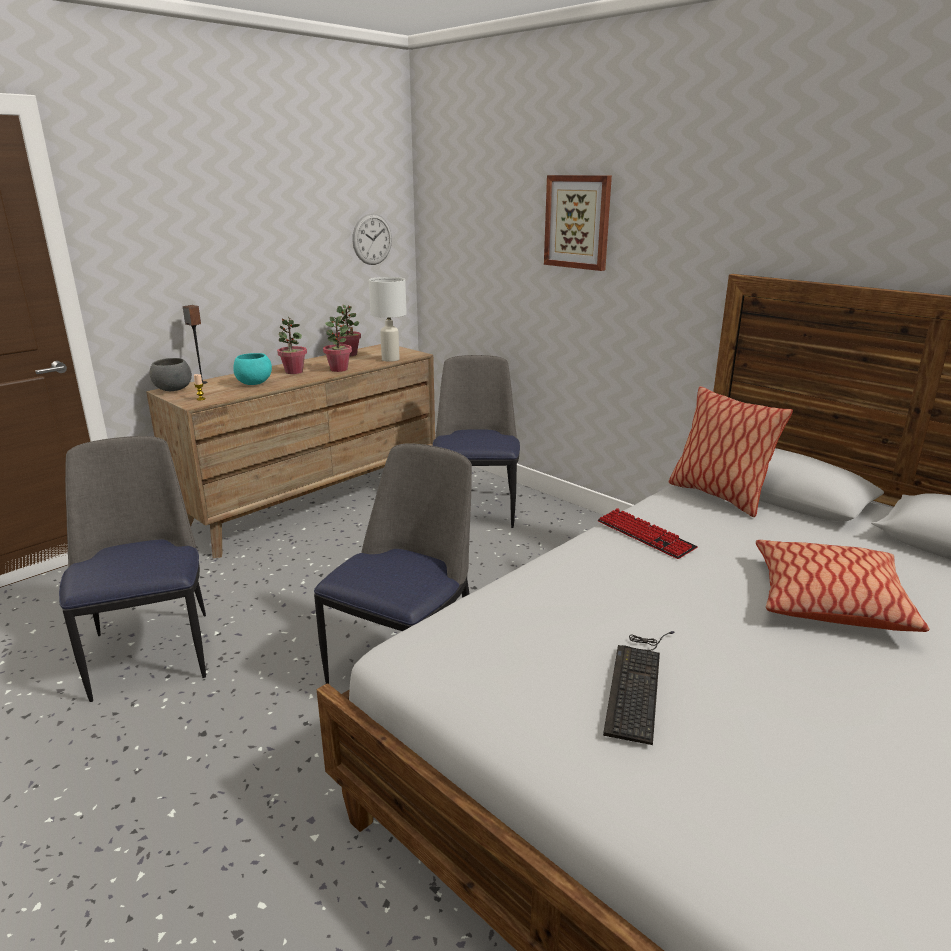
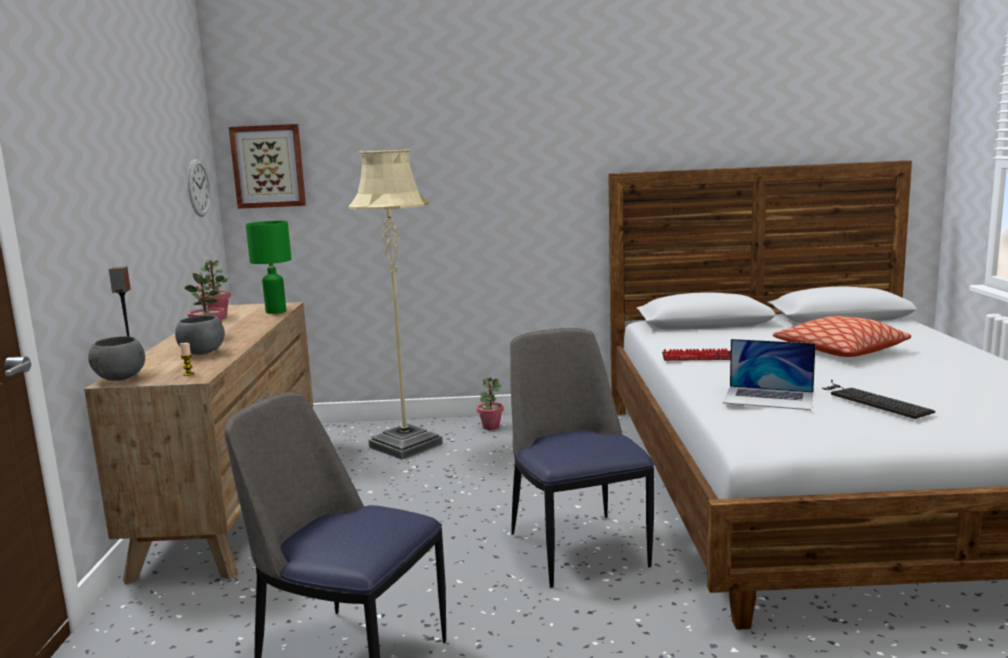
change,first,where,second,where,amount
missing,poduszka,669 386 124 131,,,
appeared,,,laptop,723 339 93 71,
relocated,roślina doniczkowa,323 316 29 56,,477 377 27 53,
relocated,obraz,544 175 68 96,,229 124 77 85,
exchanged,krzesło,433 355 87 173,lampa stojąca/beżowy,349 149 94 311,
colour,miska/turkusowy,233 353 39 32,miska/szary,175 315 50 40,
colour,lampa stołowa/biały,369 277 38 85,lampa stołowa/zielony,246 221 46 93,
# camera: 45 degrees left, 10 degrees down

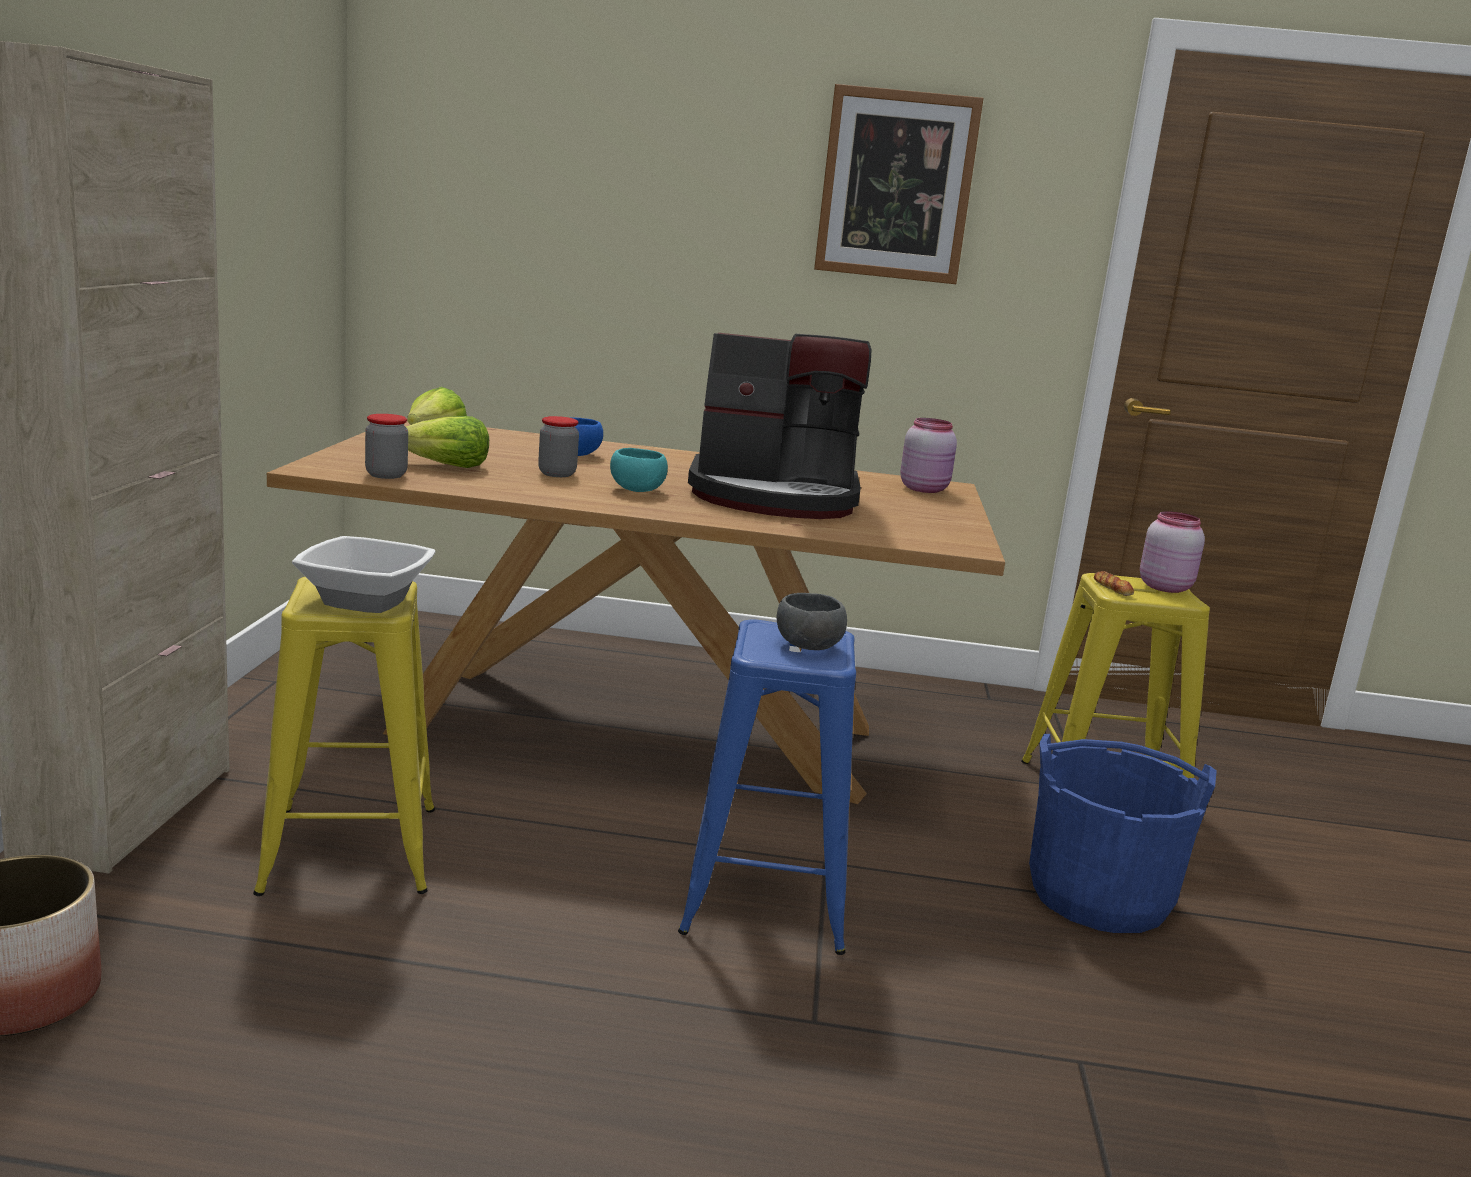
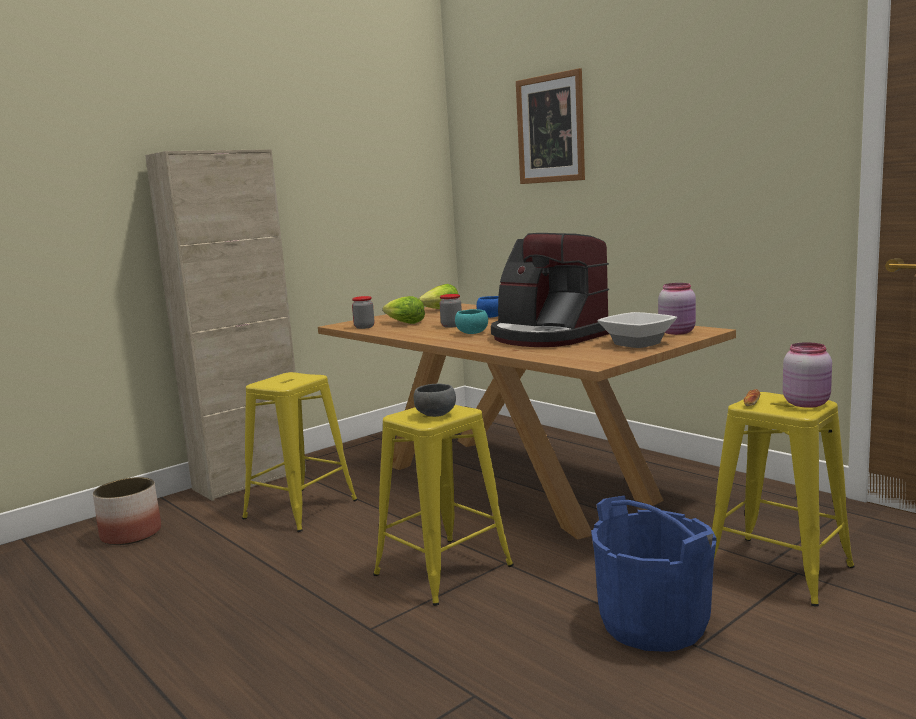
change,first,where,second,where,amount
relocated,miska,292 536 144 77,,597 312 80 36,
relocated,obraz,814 84 169 200,,516 68 69 116,
colour,stołek/niebieski,678 619 178 336,stołek/żółty,373 405 141 201,
# camera: 45 degrees right, 5 degrees down

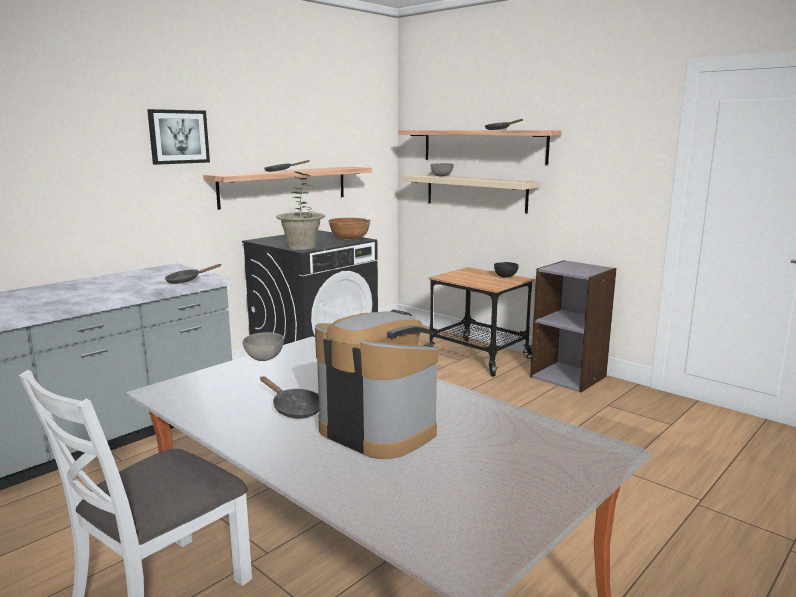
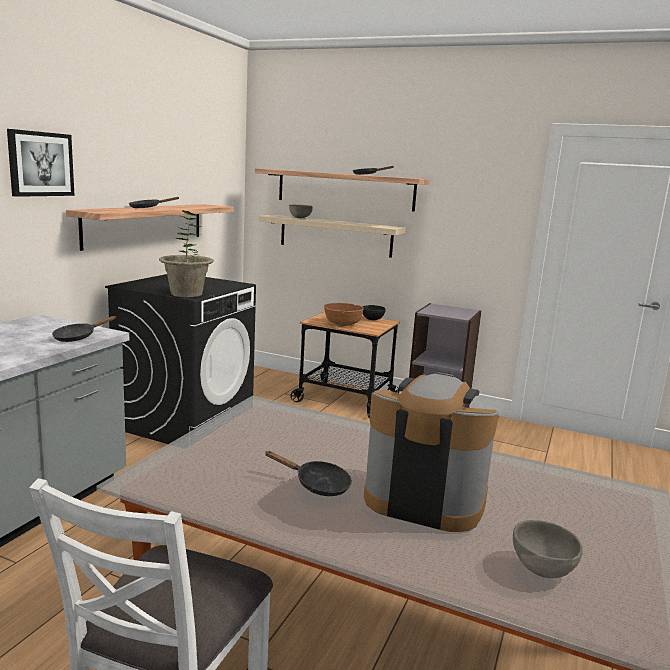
change,first,where,second,where,amount
relocated,miska/szary,243 332 41 29,,513 520 70 58,
relocated,miska/brązowy,328 218 42 22,,324 303 40 24,
# camera: 20 degrees left, 0 degrees up

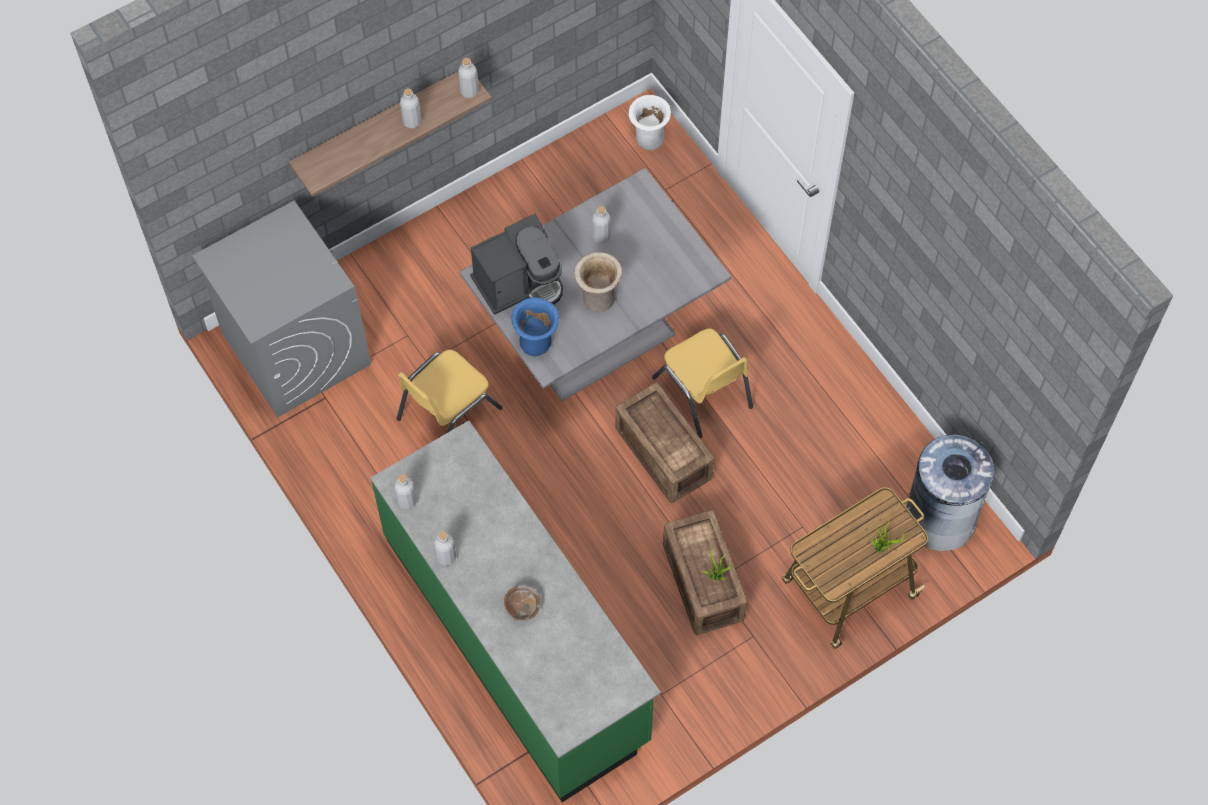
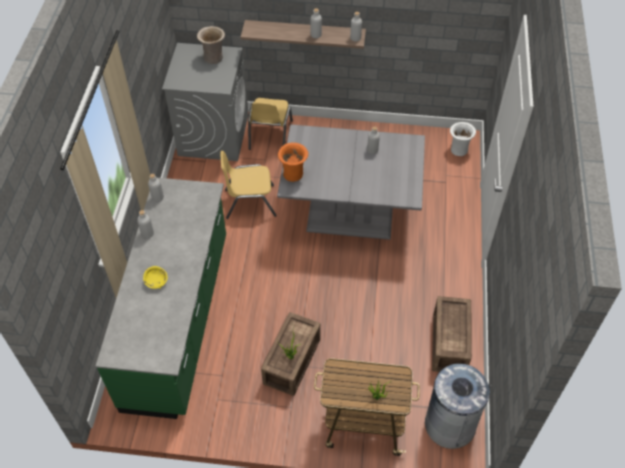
change,first,where,second,where,amount
missing,ekspres do kawy,470 214 93 101,,,
relocated,wazon/beżowy,574 252 48 60,,197 26 28 38,
relocated,skrzynka,616 382 98 122,,432 296 40 76,
relocated,krzesło/żółty,652 329 101 109,,248 98 45 52,
colour,miska/brązowy,504 585 37 36,miska/żółty,143 266 25 23,
colour,wazon/niebieski,512 297 47 60,wazon/pomarańczowy,278 143 30 39,
# camera: 40 degrees right, 10 degrees down

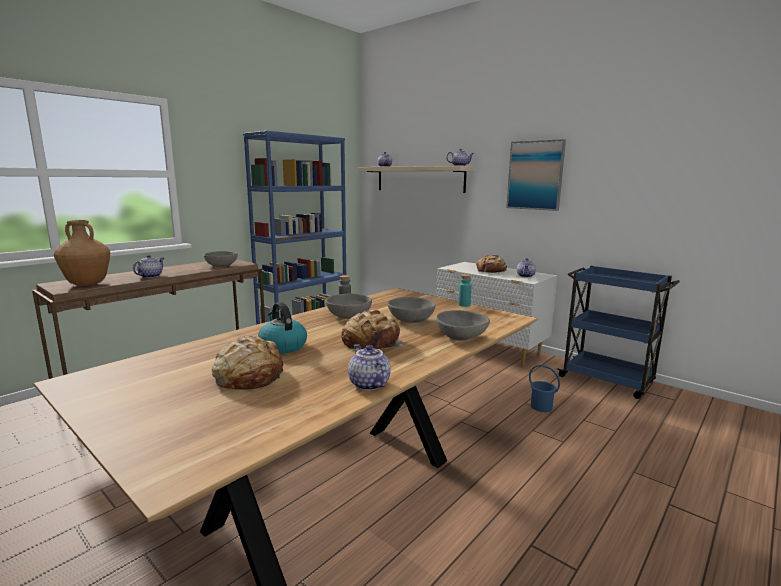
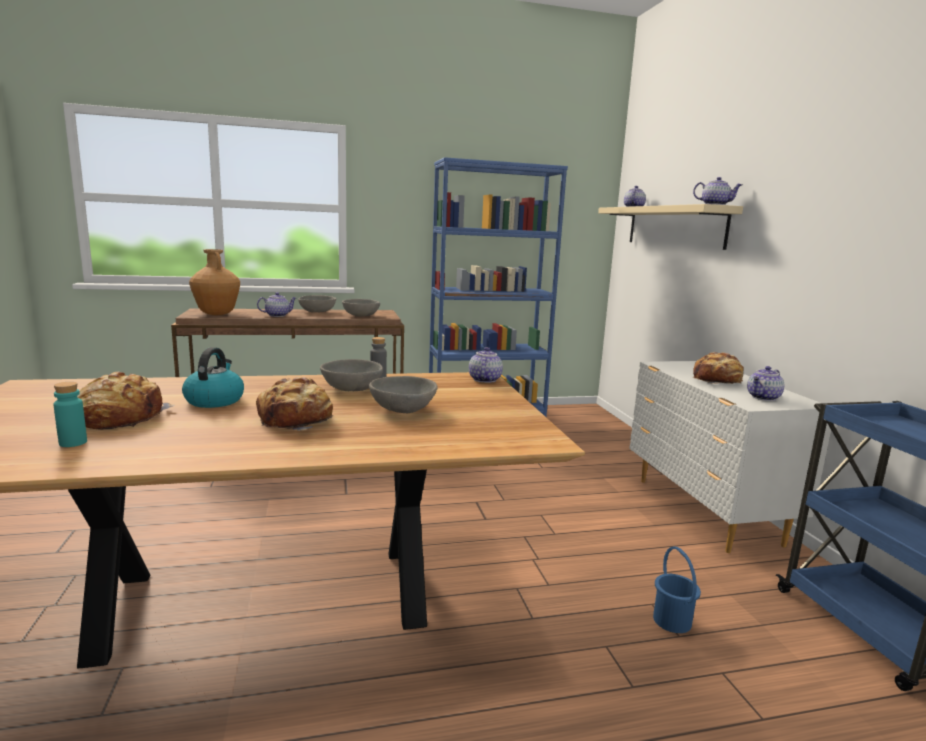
change,first,where,second,where,amount
missing,obraz,506 139 60 72,,,
relocated,imbryk,348 344 43 47,,469 347 34 36,
relocated,miska/szary,436 310 54 30,,298 295 38 18,
relocated,butelka/turkusowy,459 274 12 33,,53 382 34 65,
# camera: 35 degrees right, 0 degrees up

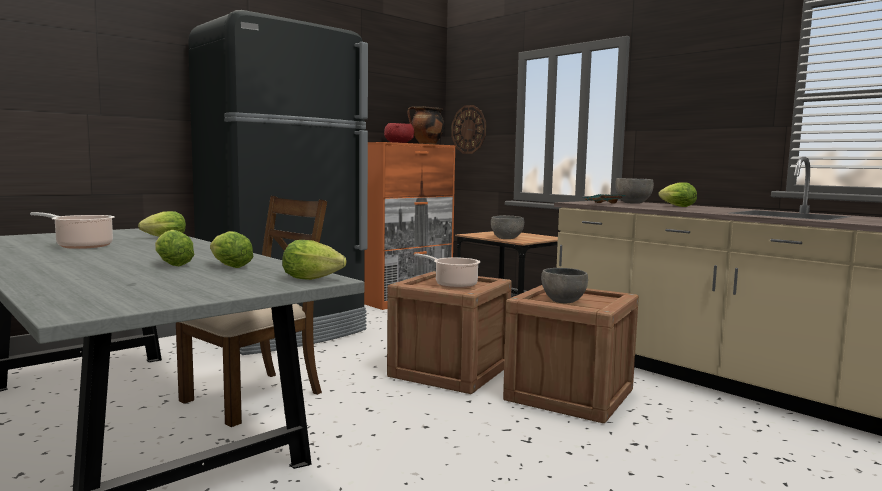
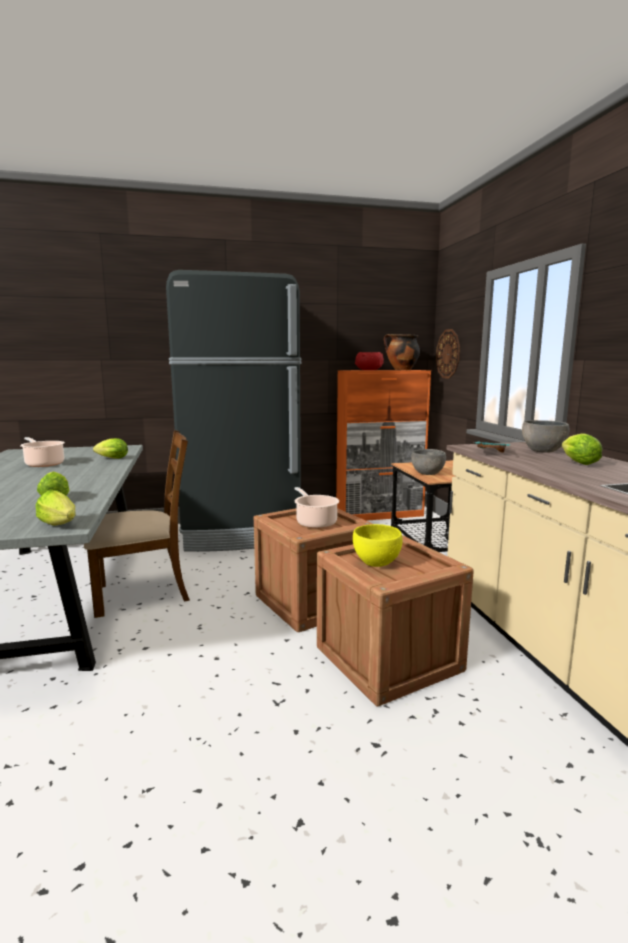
change,first,where,second,where,amount
missing,sałata,155 230 39 36,,,
colour,miska/szary,541 268 47 35,miska/żółty,353 524 50 43,
# camera: 30 degrees right, 5 degrees up

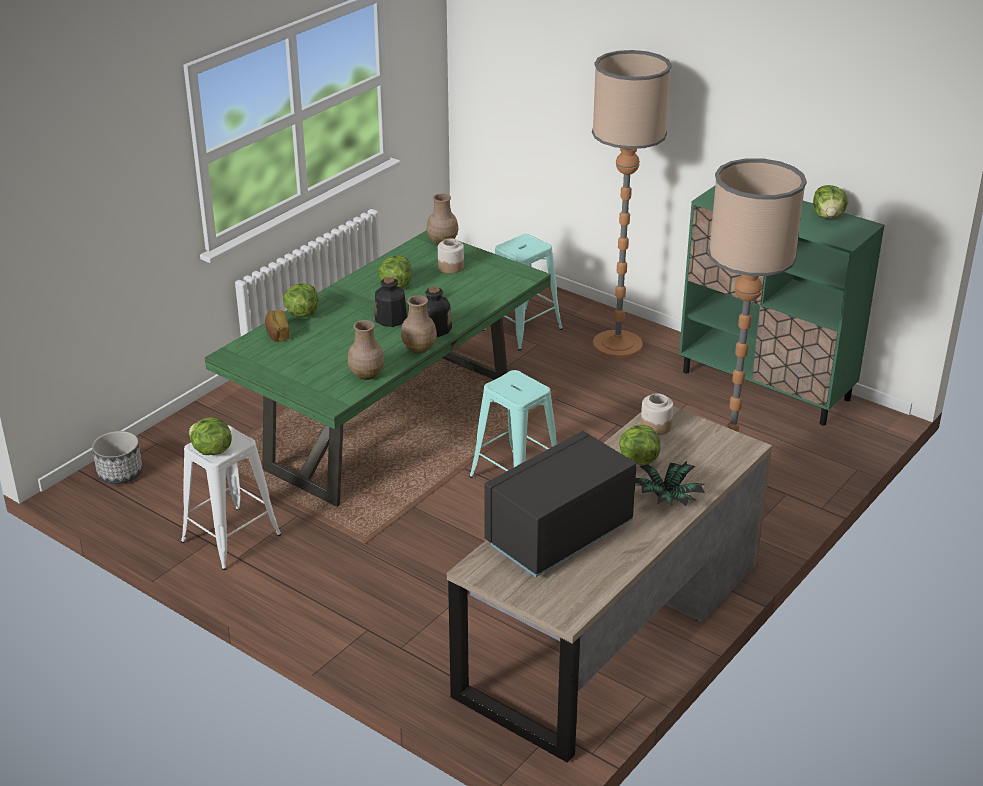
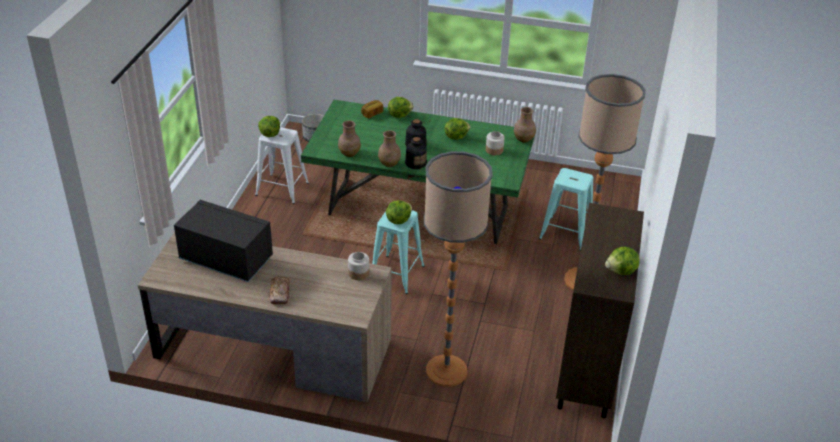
change,first,where,second,where,amount
relocated,sałata,619 425 42 40,,386 200 26 24,
exchanged,roślina doniczkowa,635 461 70 45,chleb,270 277 20 28,
colour,szafka/zielony,679 186 206 240,szafka/brązowy,556 203 88 215,
# camera: 65 degrees right, 5 degrees up

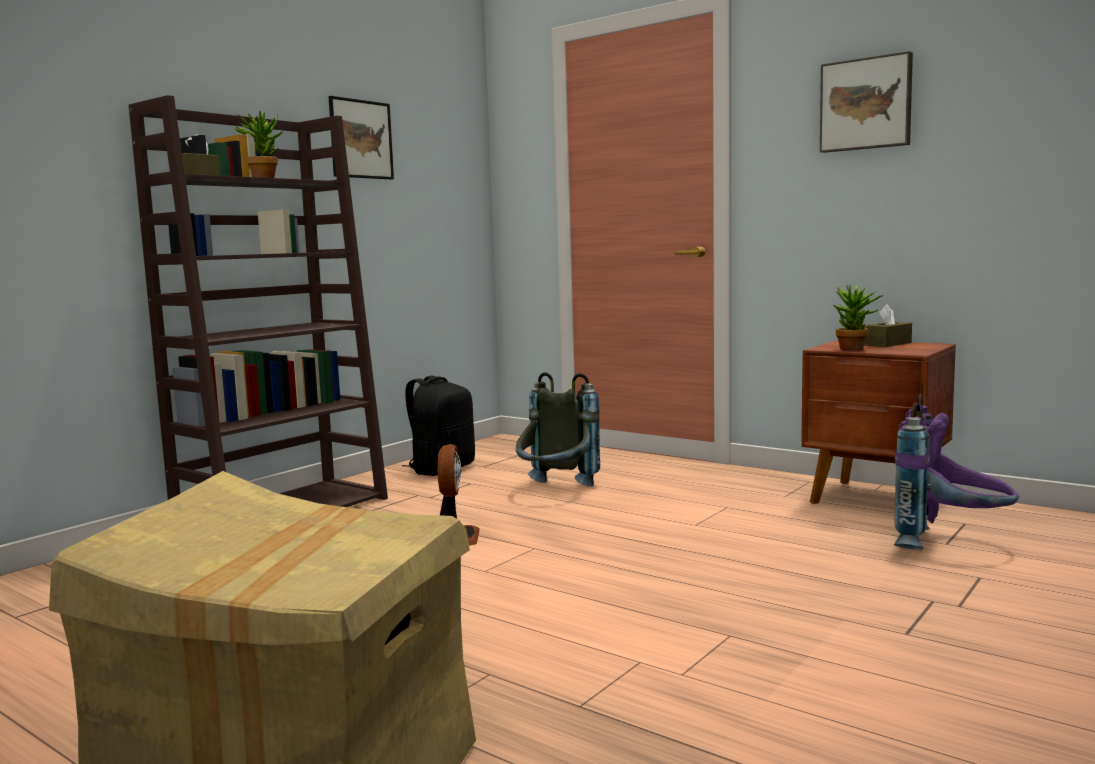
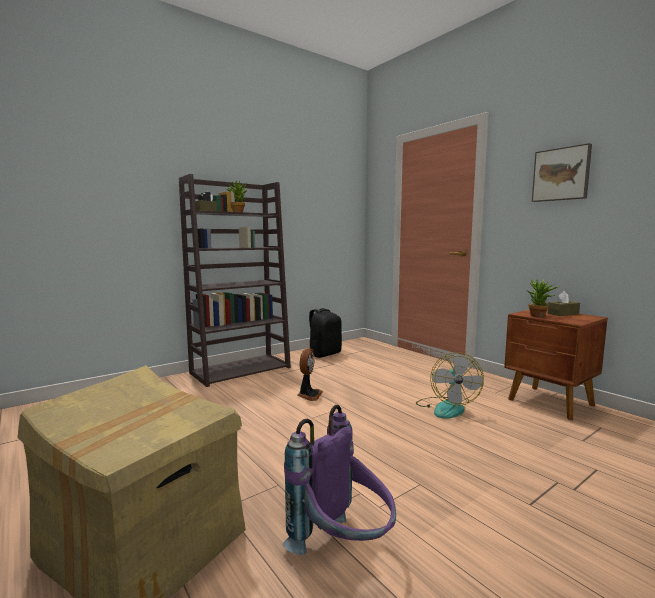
change,first,where,second,where,amount
missing,obraz,328 96 66 84,,,
missing,plecak/szary,516 372 84 115,,,
appeared,,,wentylator,416 352 68 67,
relocated,plecak/fioletowy,894 394 125 156,,282 405 114 150,
# camera: 15 degrees right, 0 degrees up

